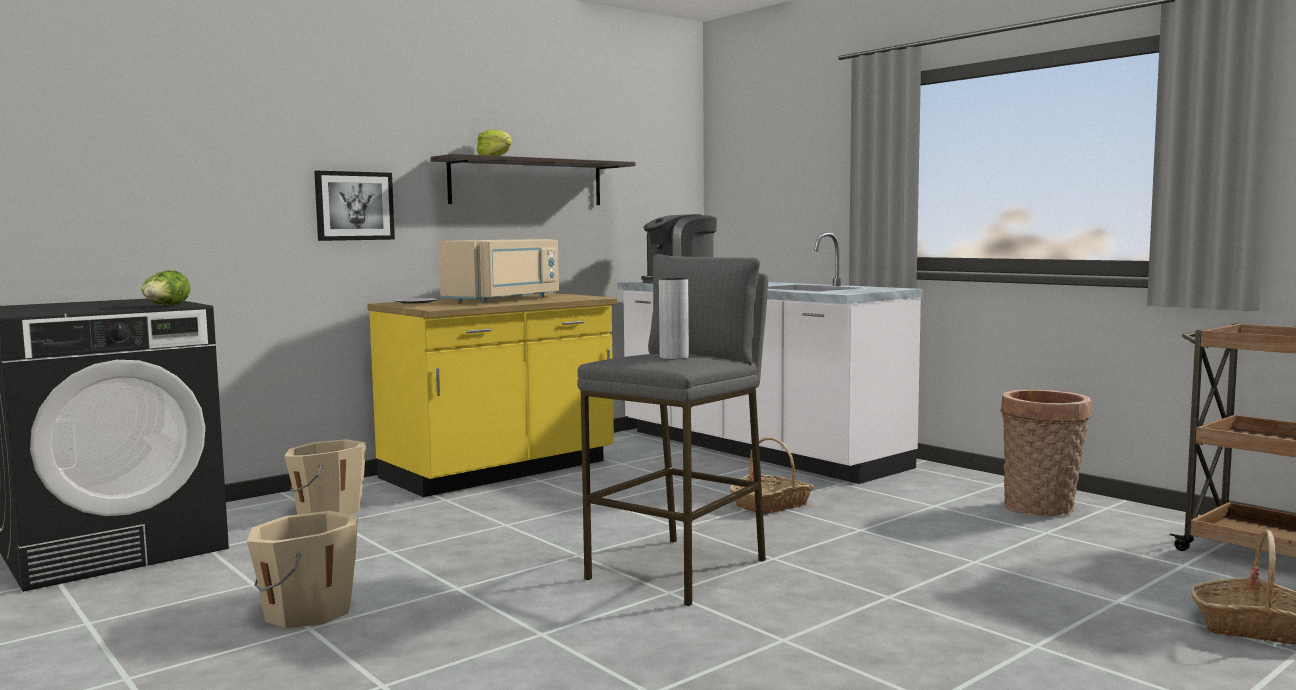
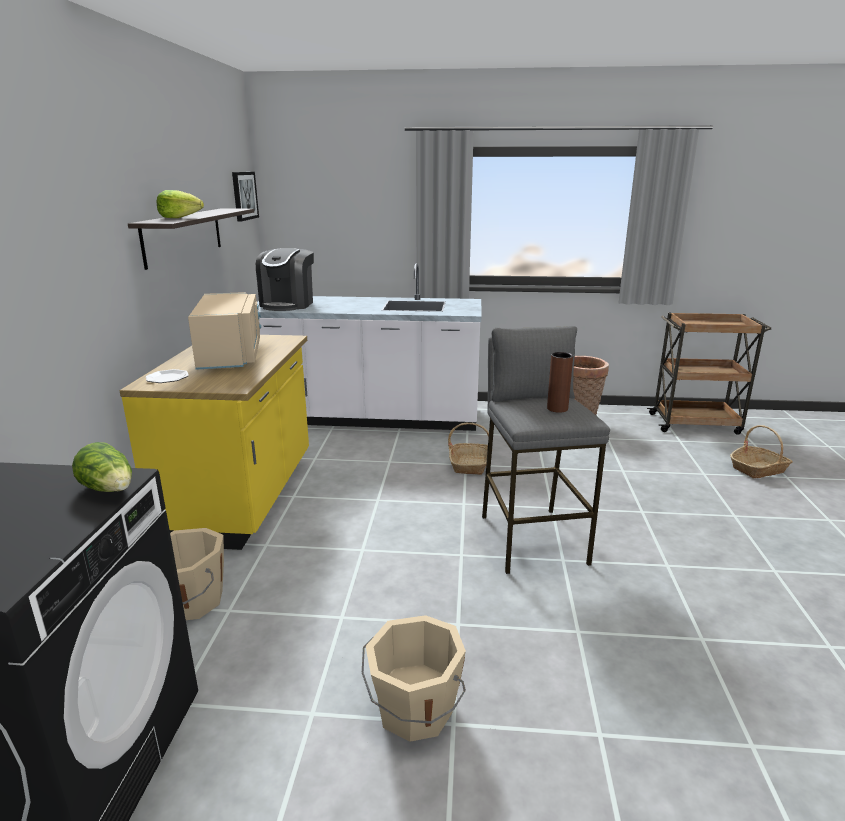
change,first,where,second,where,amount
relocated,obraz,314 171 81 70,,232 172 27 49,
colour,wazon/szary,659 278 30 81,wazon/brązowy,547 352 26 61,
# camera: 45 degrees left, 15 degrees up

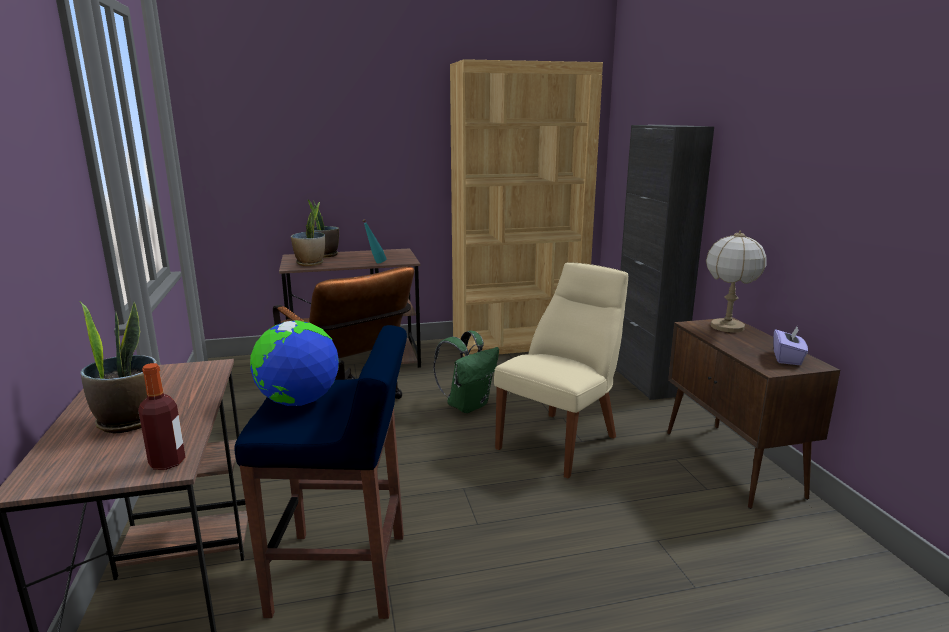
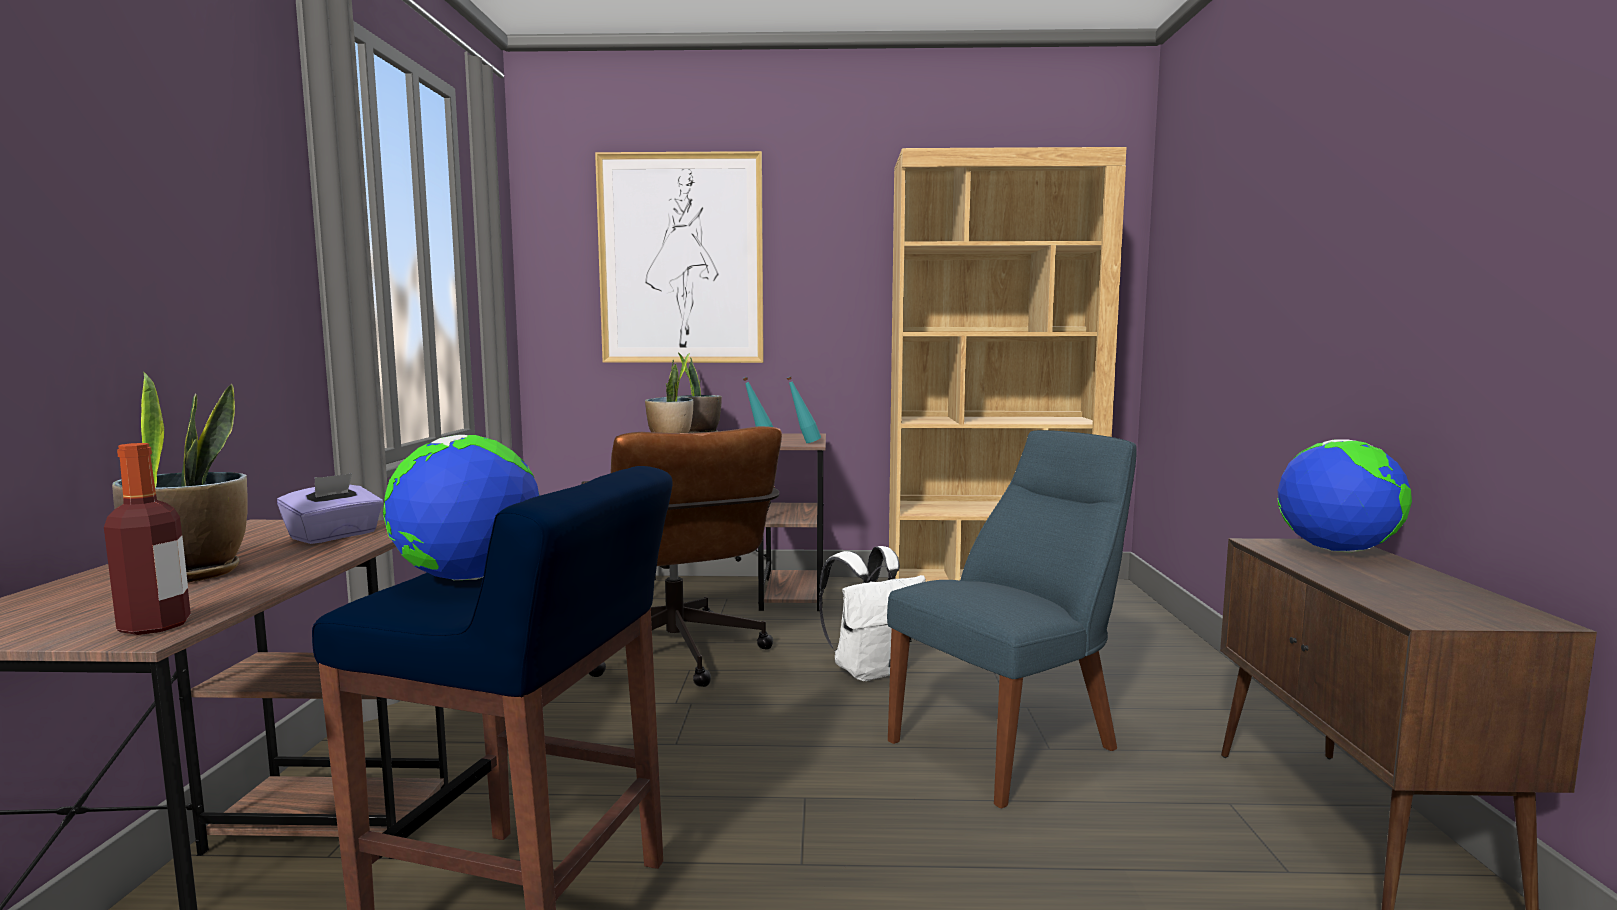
change,first,where,second,where,amount
missing,szafka/czarny,616 125 98 275,,,
appeared,,,obraz,595 151 169 212,
appeared,,,butelka/turkusowy,787 376 34 67,
relocated,pudełko chusteczek/fioletowy,773 326 35 39,,277 473 106 71,
exchanged,lampa stołowa,706 230 60 103,globus,1277 439 135 114,
colour,plecak/zielony,433 331 66 82,plecak/biały,819 546 107 135,
colour,krzesło/beżowy,494 262 134 216,krzesło/niebieski,887 430 250 378,
# camera: 15 degrees right, 10 degrees down

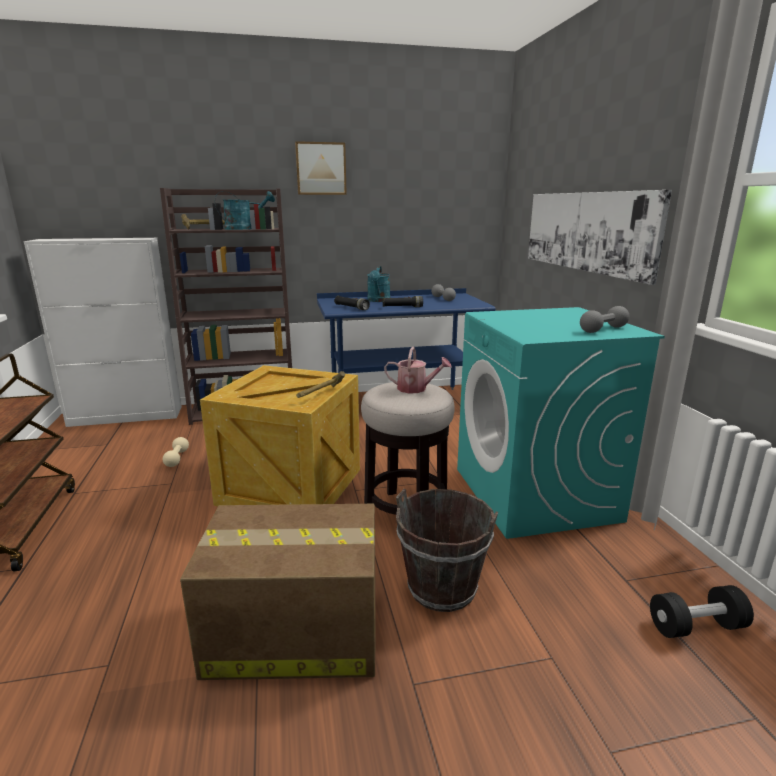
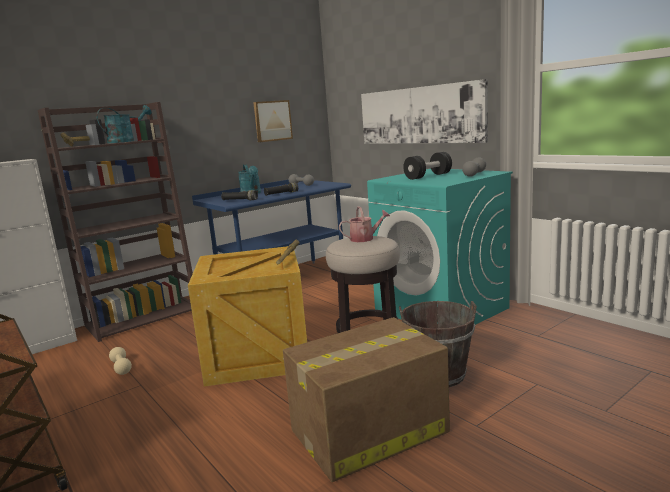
change,first,where,second,where,amount
relocated,obraz,295 141 52 54,,253 100 40 42,
relocated,hantel/czarny,650 585 104 53,,403 152 49 28,
# camera: 25 degrees left, 5 degrees down

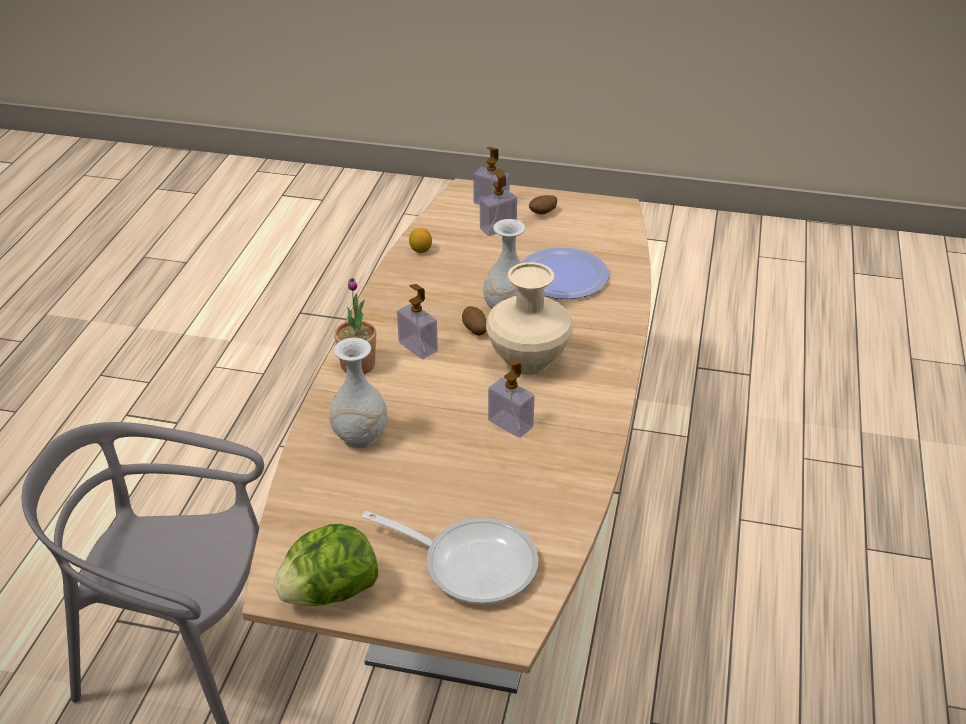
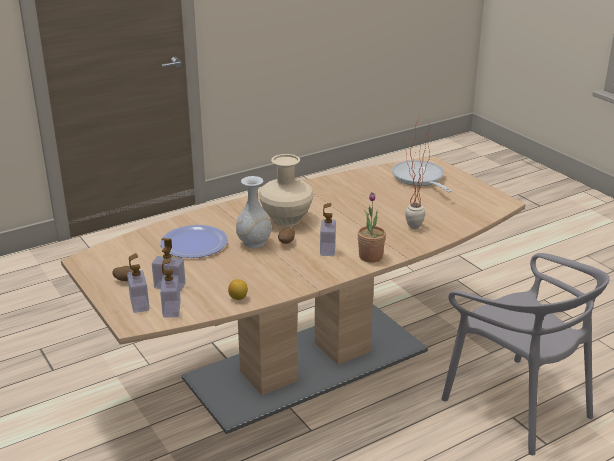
change,first,where,second,where,amount
missing,sałata,274 524 104 82,,,
relocated,dozownik mydła,488 359 47 79,,160 258 21 60,
exchanged,wazon/biały,329 338 59 110,roślina doniczkowa,403 115 28 114,
# camera: 135 degrees left, 10 degrees down

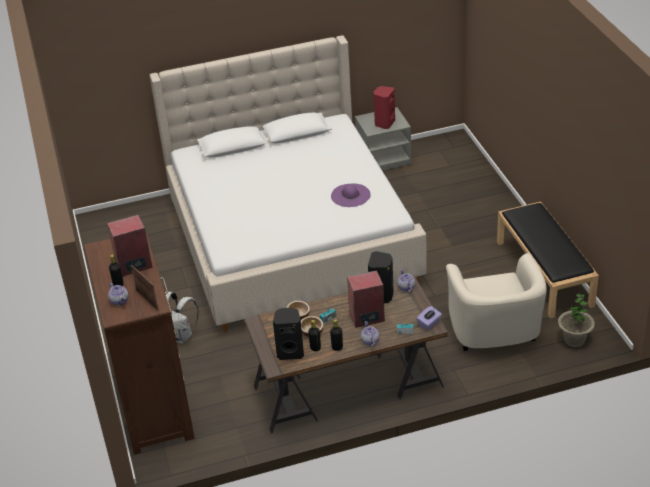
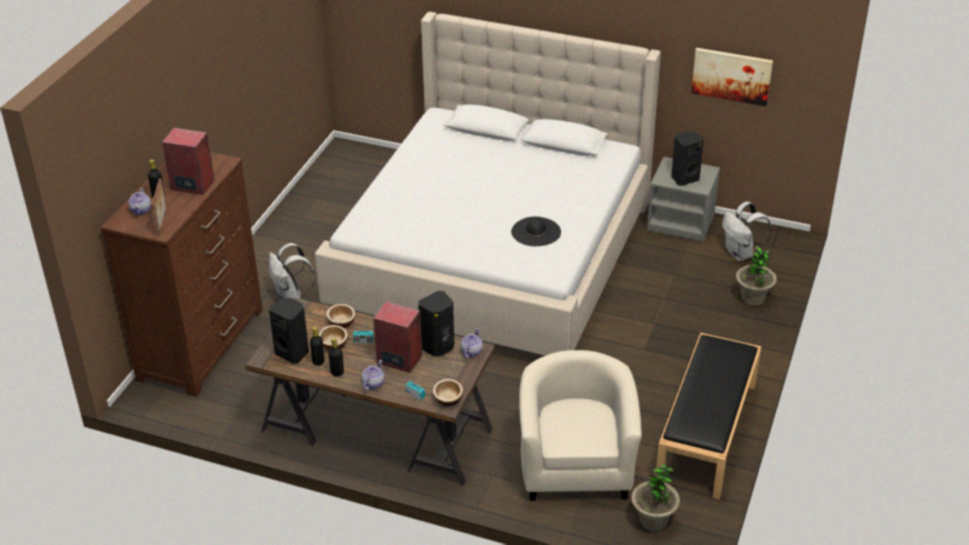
change,first,where,second,where,amount
appeared,,,obraz,691 48 82 58,
appeared,,,plecak/biały,722 201 50 60,
appeared,,,roślina doniczkowa,736 245 41 60,
exchanged,pudełko chusteczek/fioletowy,417 306 25 24,miska,433 379 30 27,
colour,kapelusz/fioletowy,331 184 40 23,kapelusz/czarny,511 217 50 29,
colour,głośnik/czerwony,373 86 22 43,głośnik/czarny,671 131 33 55,
spun,fotel/beżowy,446 253 101 98,,519 350 123 151,150 degrees clockwise
# camera: 35 degrees right, 0 degrees up

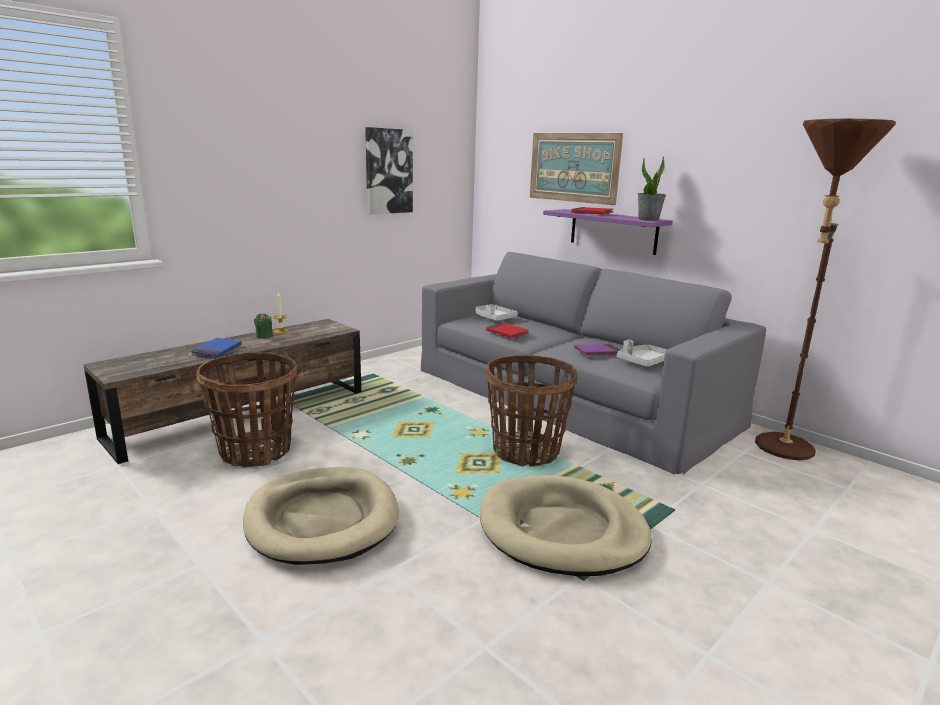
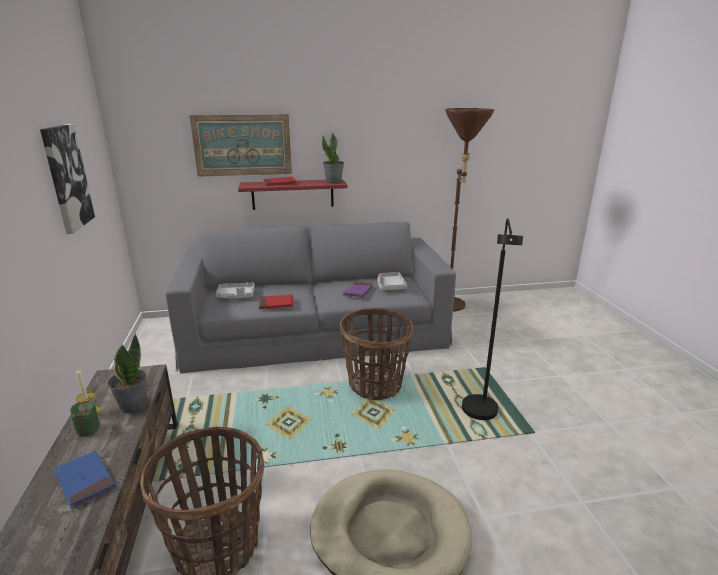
change,first,where,second,where,amount
appeared,,,roślina doniczkowa,108 334 39 79,
exchanged,legowisko/beżowy,480 475 172 101,lampa stojąca/czarny,462 218 61 202,
colour,półka/fioletowy,543 209 130 46,półka/czerwony,238 179 109 31,
# camera: 55 degrees left, 5 degrees up

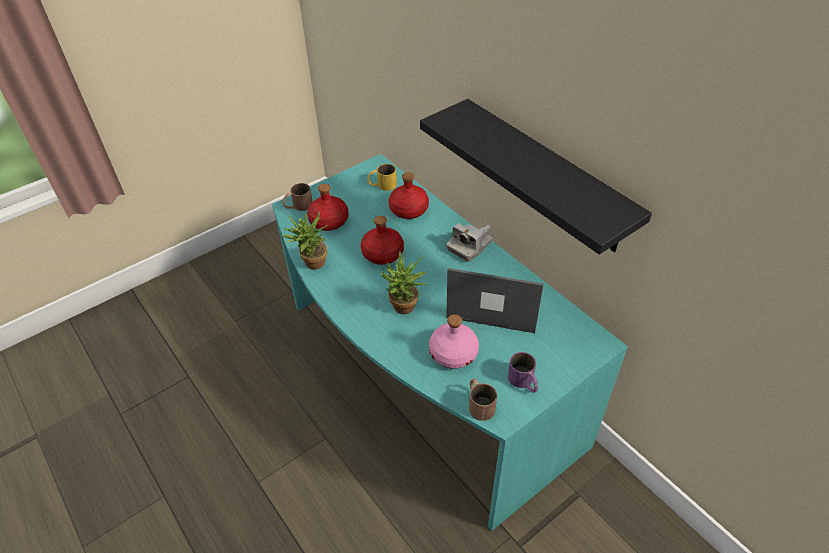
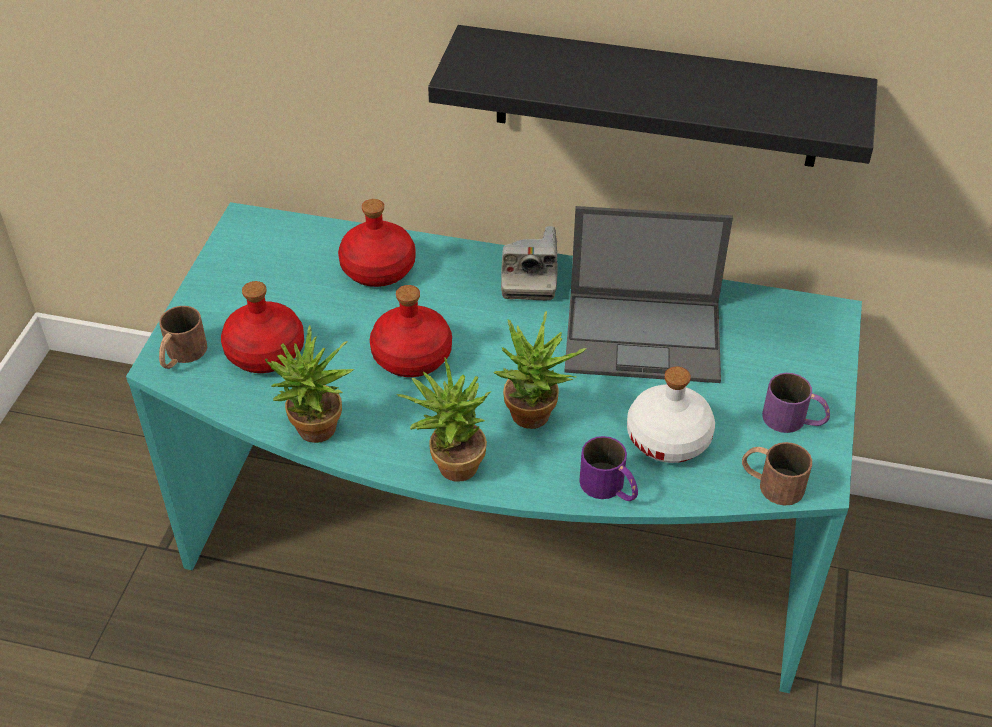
change,first,where,second,where,amount
missing,kubek/żółty,367 164 30 27,,,
appeared,,,roślina doniczkowa,397 358 94 124,
appeared,,,kubek/fioletowy,579 436 59 65,
colour,butelka/różowy,429 314 50 55,butelka/biały,627 367 88 96,
spun,laptop,446 268 98 65,,564 206 169 177,150 degrees counterclockwise
# camera: 40 degrees left, 0 degrees up

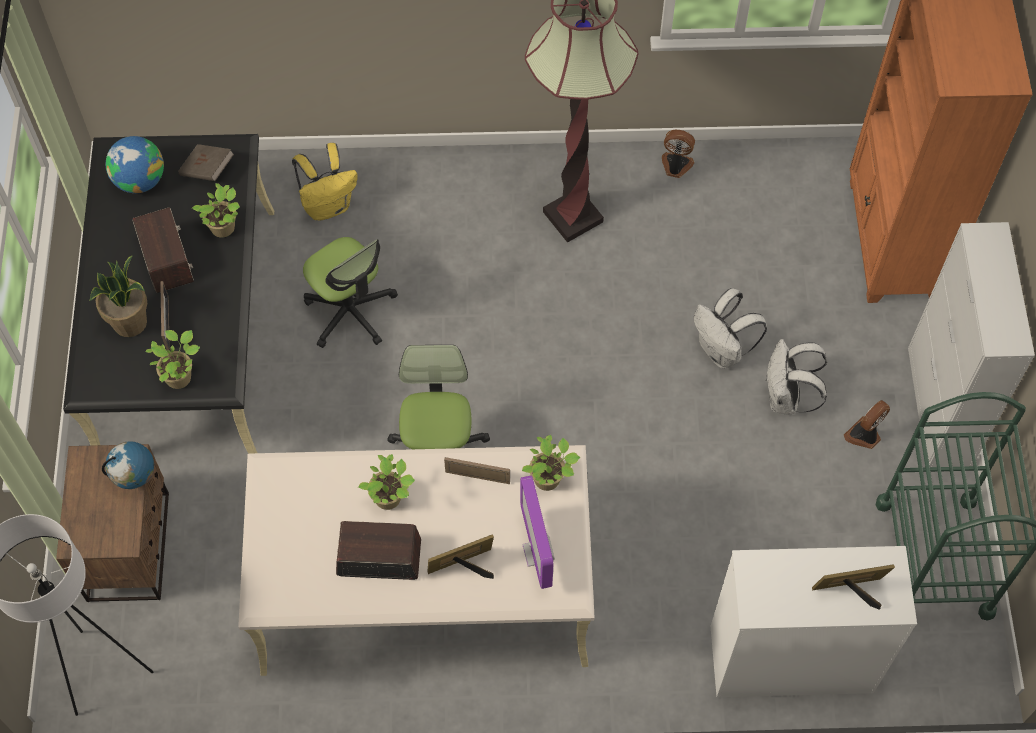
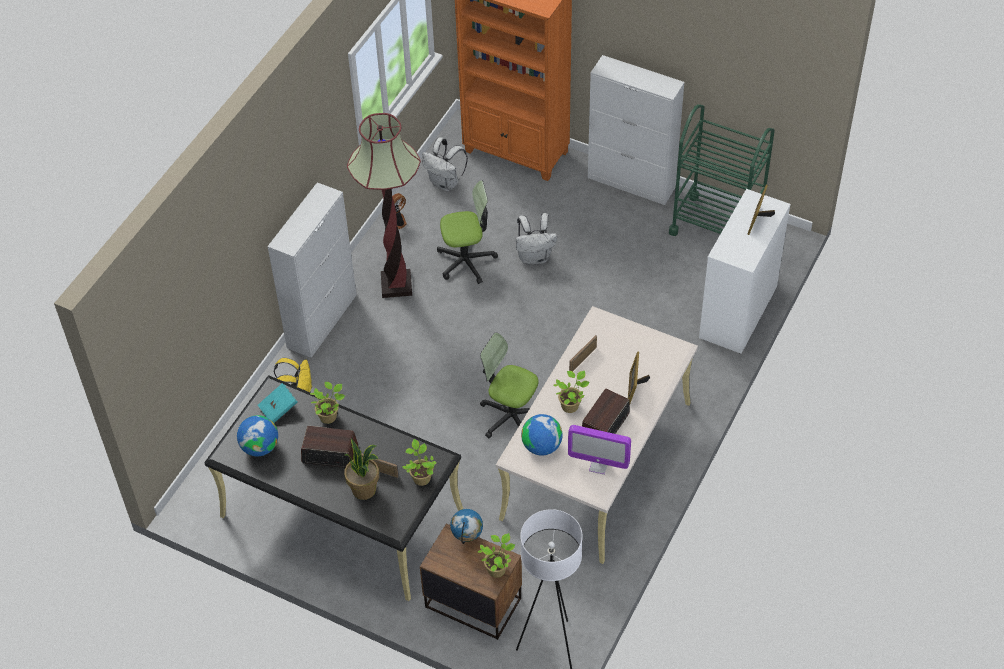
change,first,where,second,where,amount
missing,wentylator,844 400 46 49,,,
appeared,,,szafka/biały,267 182 90 176,
appeared,,,globus,521 414 42 42,
relocated,krzesło biurowe,303 237 95 111,,437 180 61 104,
relocated,monitor,520 476 35 113,,568 425 63 50,
relocated,roślina doniczkowa,522 435 58 56,,478 533 37 45,
relocated,plecak/biały,766 339 61 75,,422 137 46 54,
colour,książka/brązowy,178 144 56 37,książka/turkusowy,258 383 40 40,
# camera: 60 degrees left, 10 degrees down

